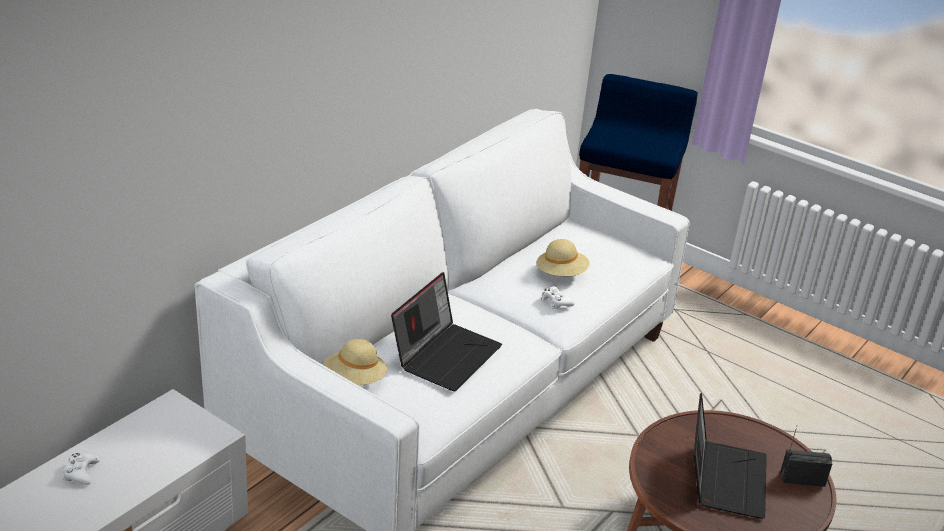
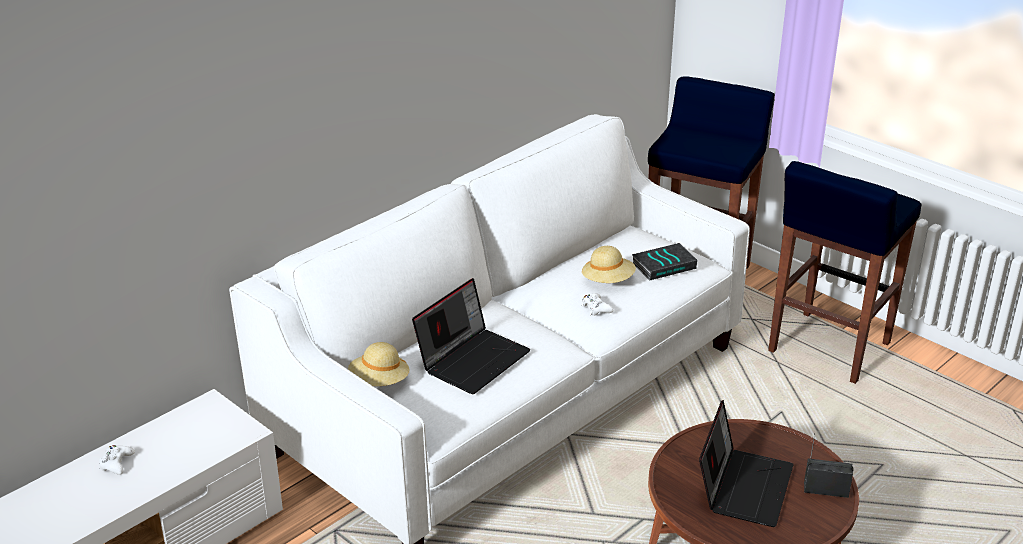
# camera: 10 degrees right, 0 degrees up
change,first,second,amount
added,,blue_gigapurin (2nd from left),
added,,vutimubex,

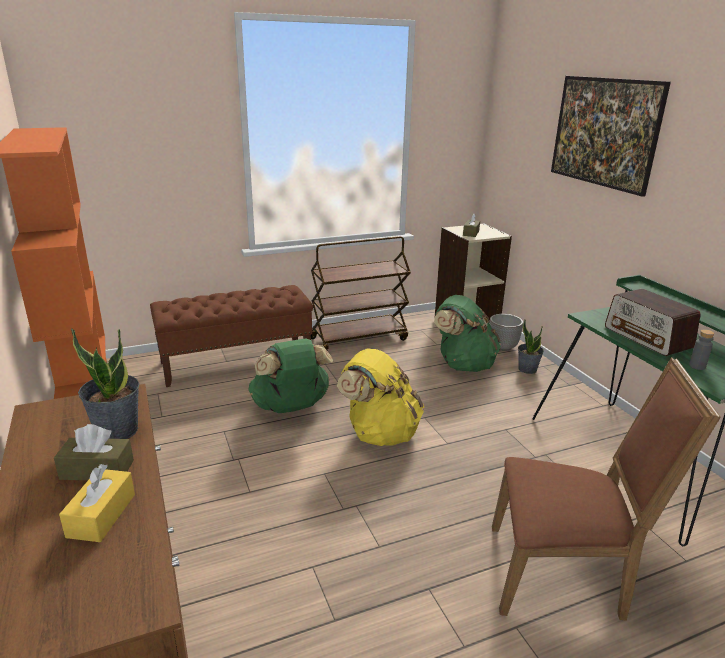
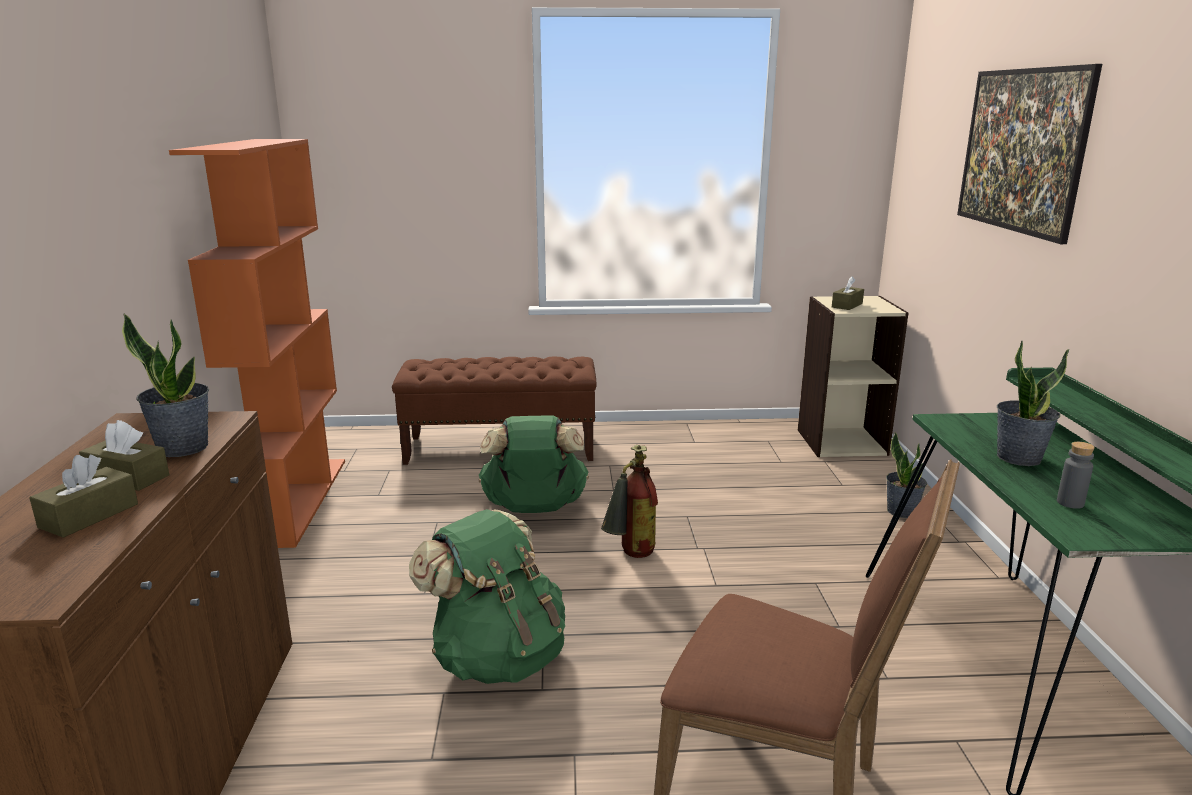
# camera: 20 degrees right, 5 degrees down
change,first,second,amount
removed,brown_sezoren,,
replaced,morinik,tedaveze (3rd from left),
moved,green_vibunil (2nd from left in the first image),green_vibunil (1st from left),
removed,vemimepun,,
replaced,yellow_vibunil,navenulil,
recoloured,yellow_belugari,brown_belugari (1st from left),

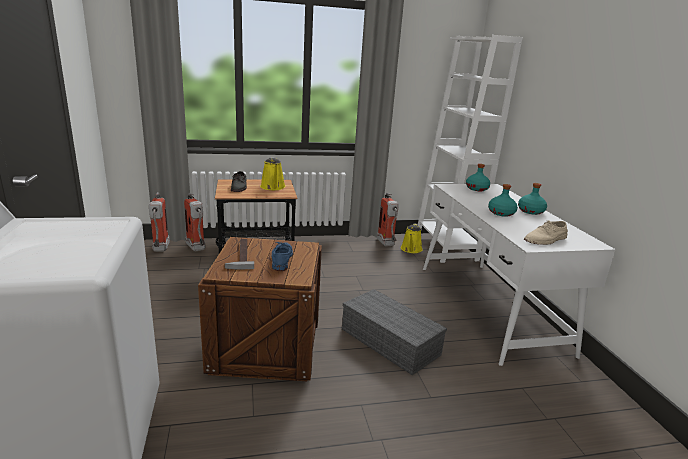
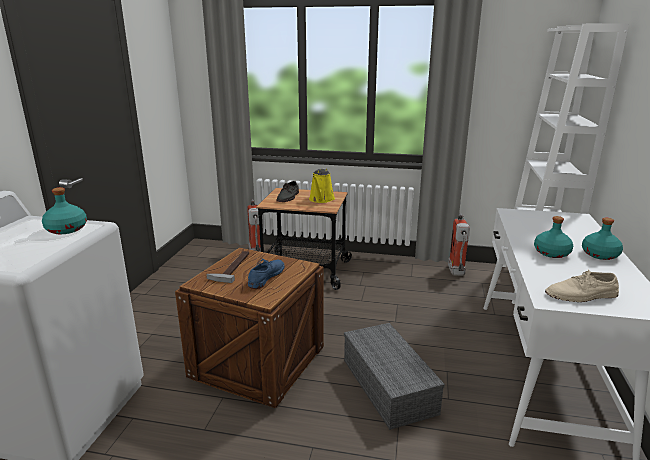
# camera: 25 degrees right, 0 degrees up
change,first,second,amount
moved,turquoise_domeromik (1st from left),,
removed,navenulil (1st from left),,
removed,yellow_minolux (2nd from left),,

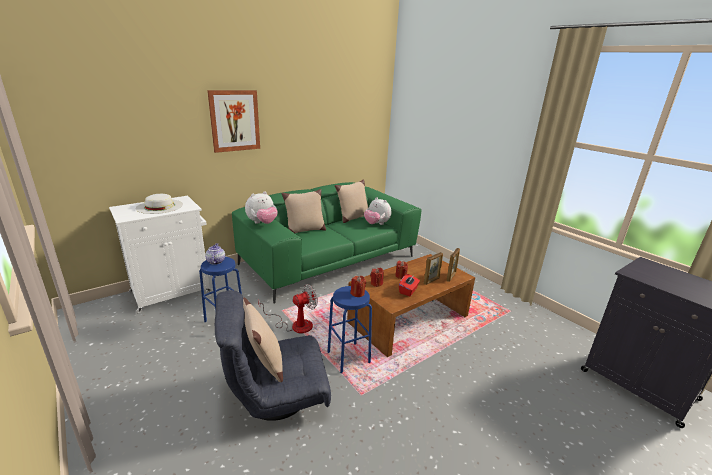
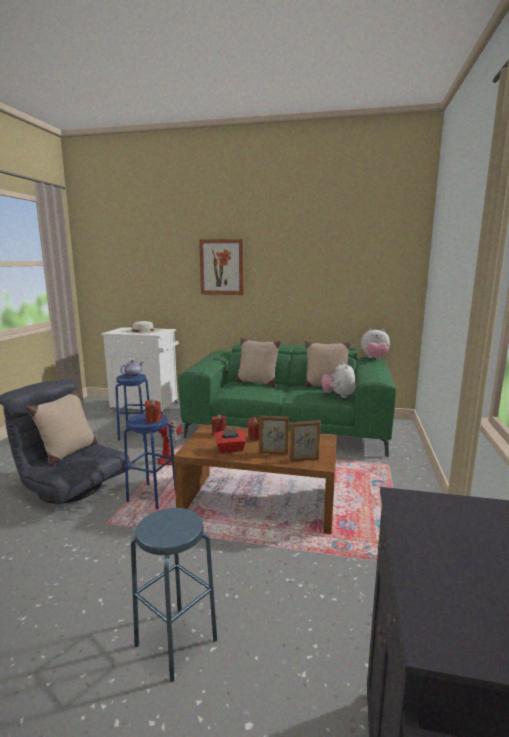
# camera: 50 degrees right, 10 degrees down
change,first,second,amount
moved,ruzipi (1st from left in the first image),ruzipi (2nd from left),
added,,blue_gigapurin (3rd from left),

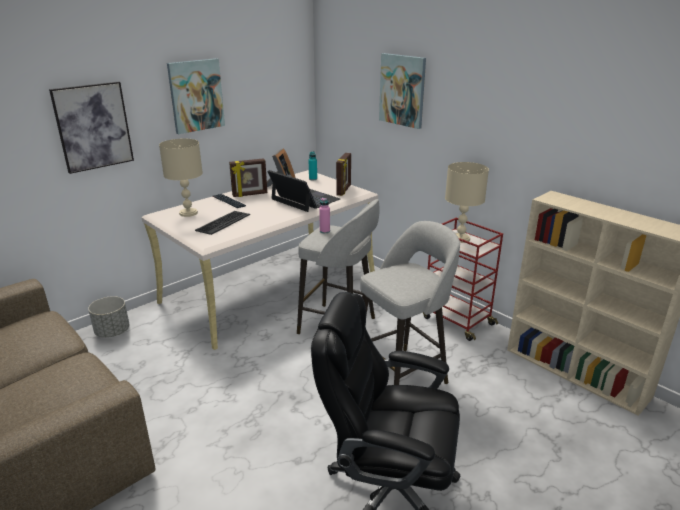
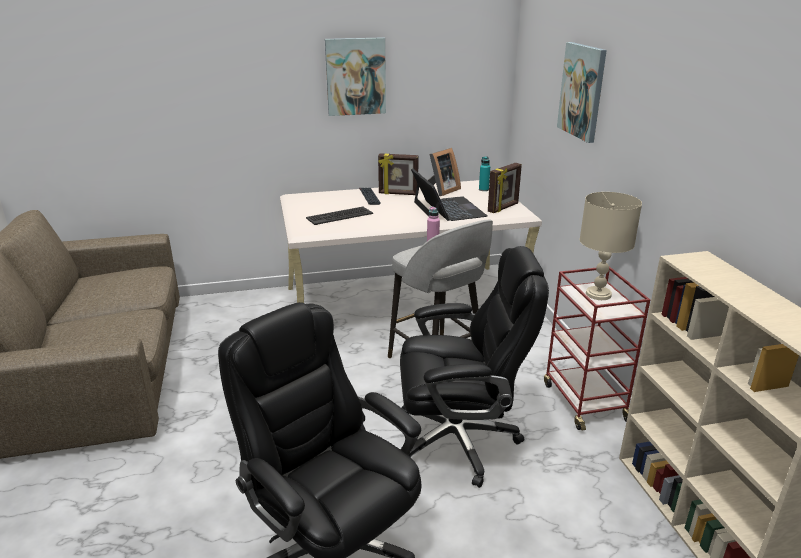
# camera: 30 degrees right, 0 degrees up
change,first,second,amount
removed,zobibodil (1st from left),,
removed,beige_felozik (1st from left),,
replaced,grey_gigapurin (2nd from left),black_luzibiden (2nd from left),
removed,grey_vemimepun,,

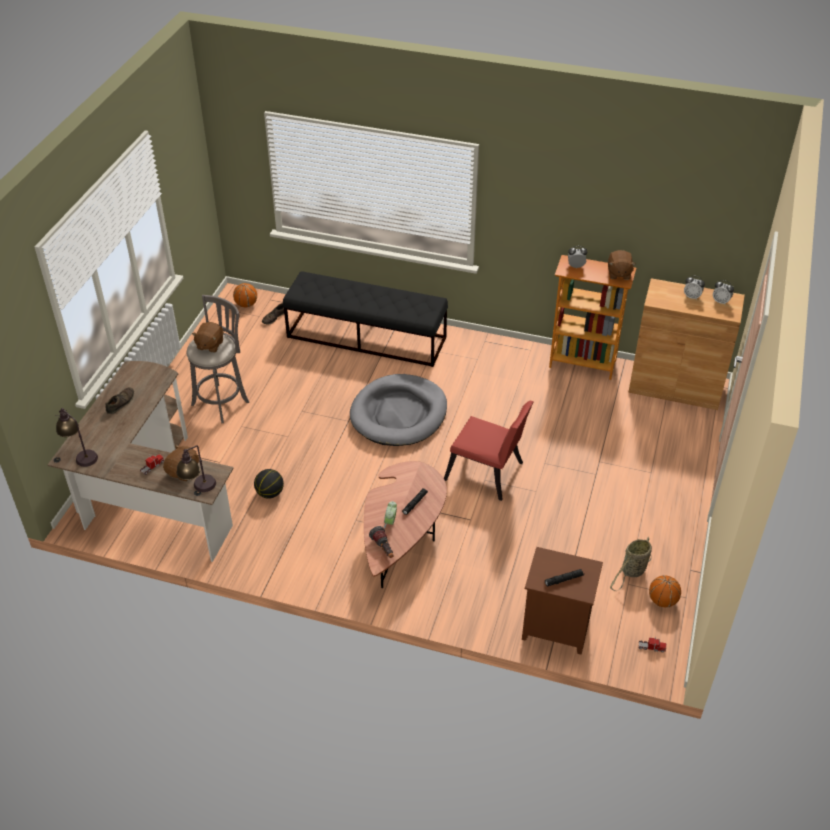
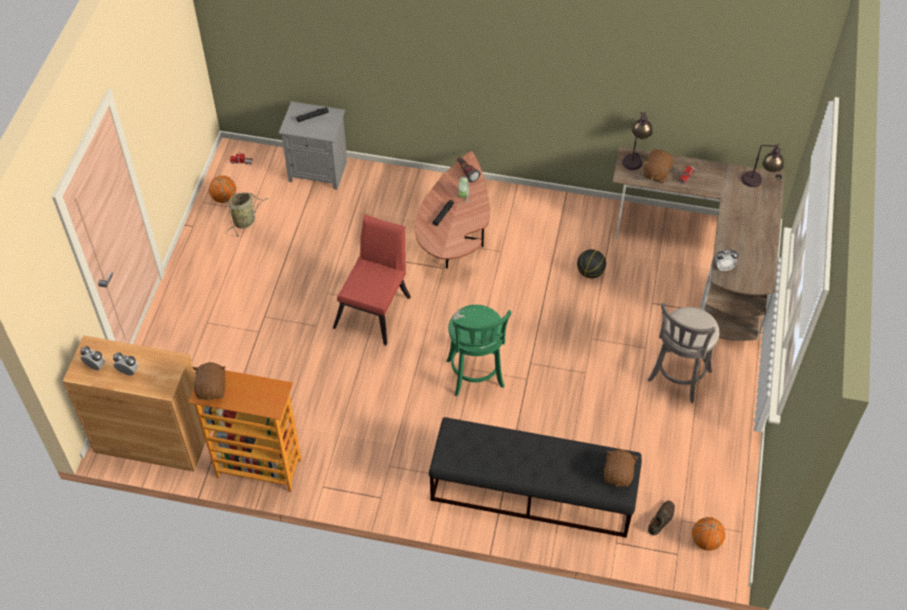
# camera: 175 degrees right, 10 degrees up
change,first,second,amount
moved,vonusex (2nd from left in the first image),vonusex (4th from left),
moved,brown_ruzipi (2nd from left),,
replaced,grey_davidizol,green_gigapurin,
removed,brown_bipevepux (1st from left),,
turned,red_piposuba,,90 degrees clockwise
recoloured,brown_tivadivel,grey_tivadivel,

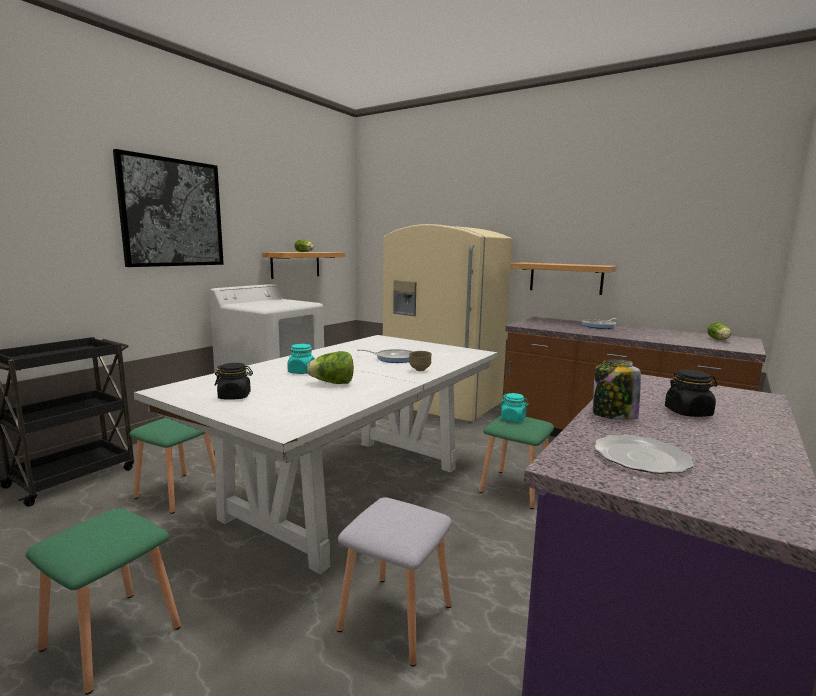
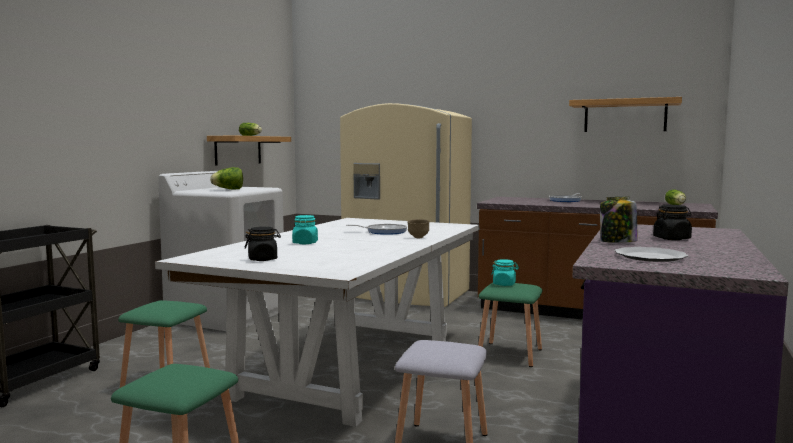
# camera: 10 degrees left, 5 degrees down
change,first,second,amount
removed,zobibodil,,
moved,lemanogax (2nd from left),,
moved,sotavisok (2nd from left in the first image),sotavisok (1st from left),

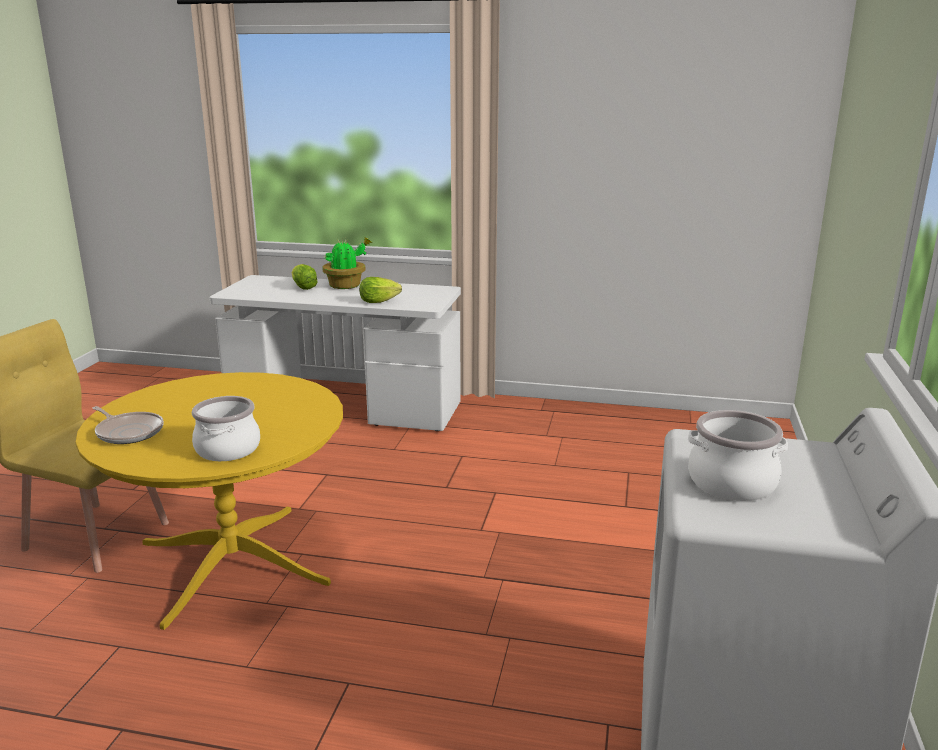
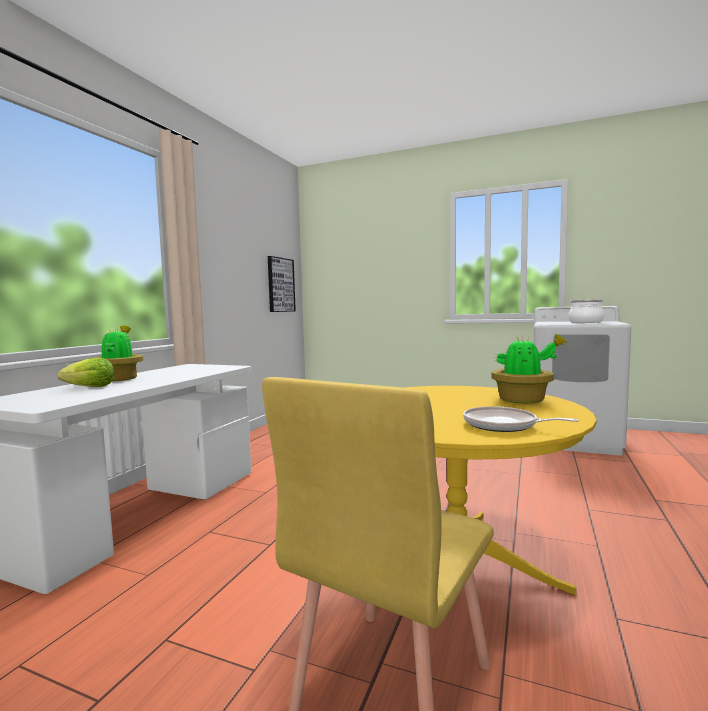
# camera: 80 degrees left, 15 degrees down
change,first,second,amount
removed,sotavisok (2nd from left),,
replaced,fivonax (1st from left),tedaveze (2nd from left),
turned,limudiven,,105 degrees counterclockwise
added,,zobibodil,

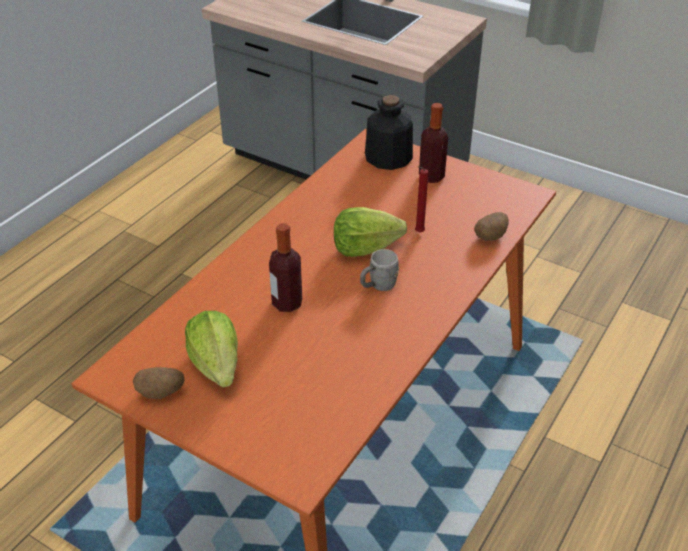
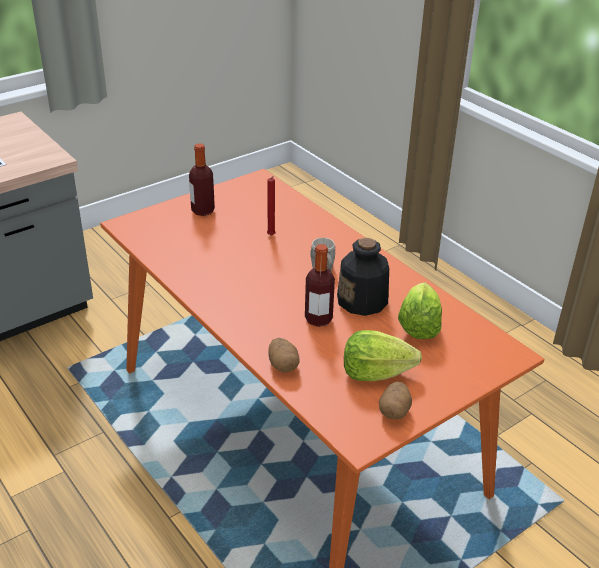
# camera: 70 degrees left, 5 degrees down
change,first,second,amount
moved,domeromik (2nd from left in the first image),domeromik (3rd from left),
moved,sotavisok (2nd from left),,
moved,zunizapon (2nd from left in the first image),zunizapon (1st from left),

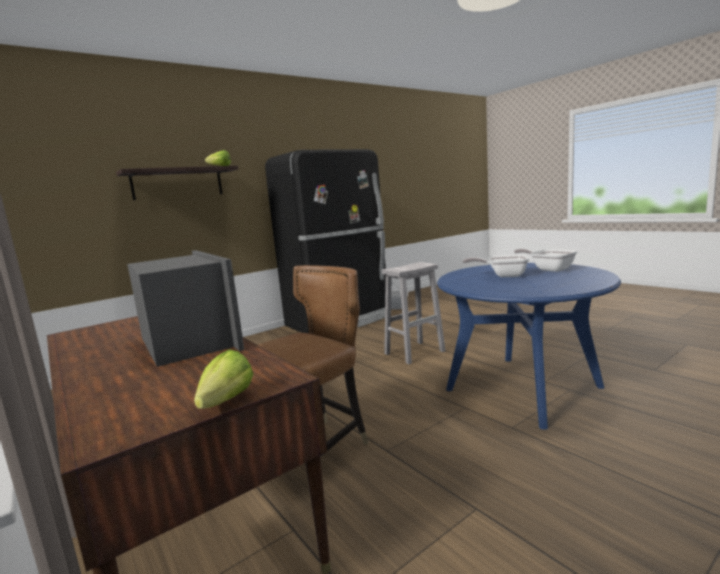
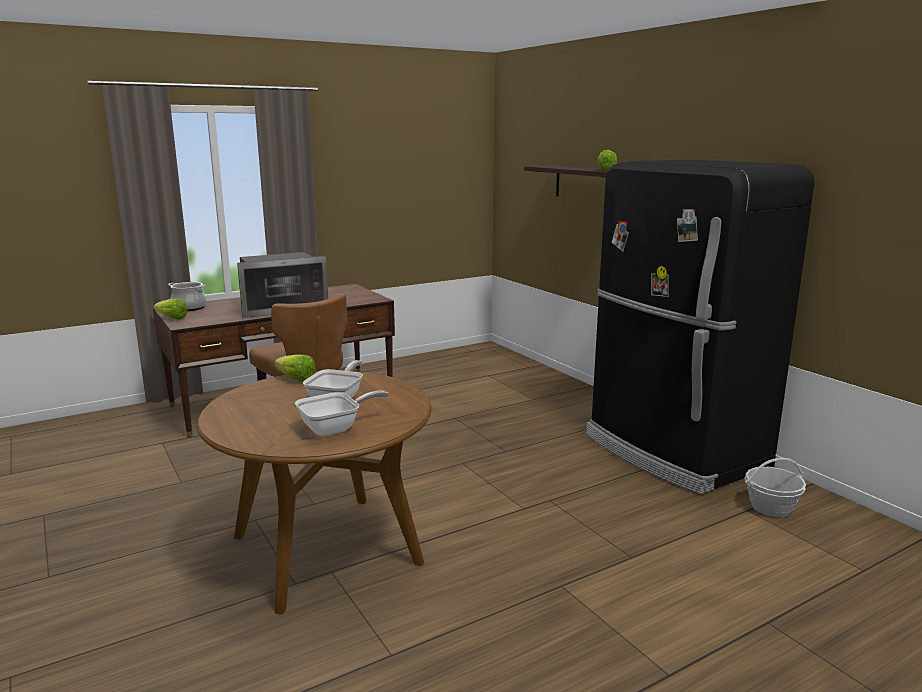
# camera: 95 degrees right, 5 degrees up
change,first,second,amount
removed,white_gigapurin,,
recoloured,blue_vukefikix,brown_vukefikix,
added,,fivonax,
added,,sotavisok (2nd from left),

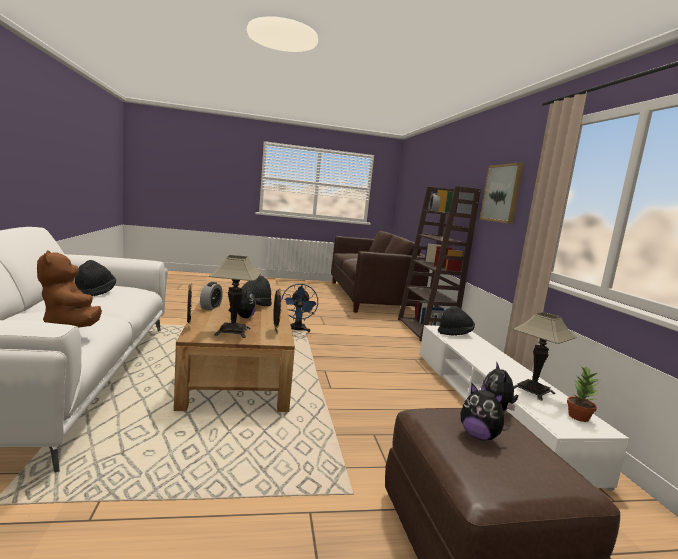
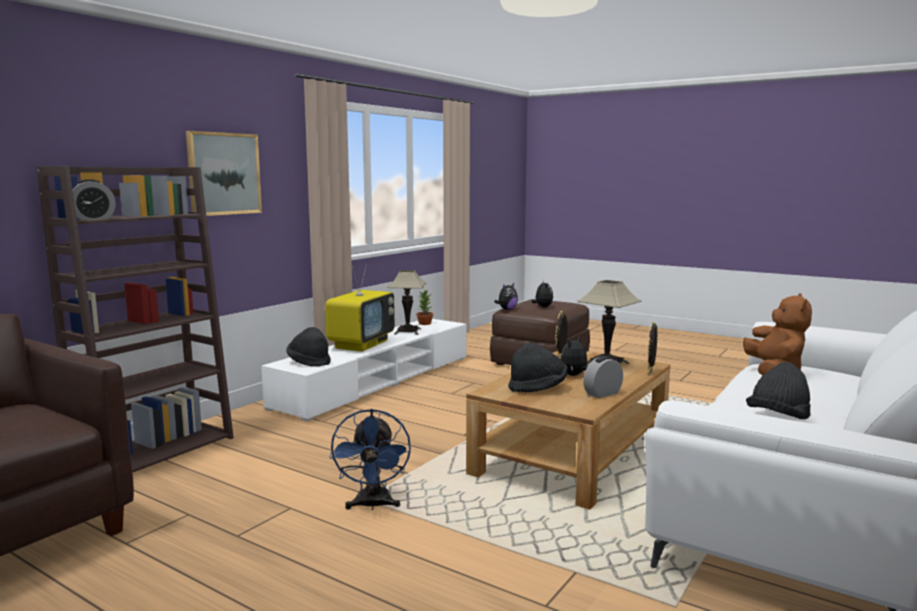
# camera: 135 degrees left, 0 degrees up
change,first,second,amount
turned,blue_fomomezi,,135 degrees clockwise
added,,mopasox,

